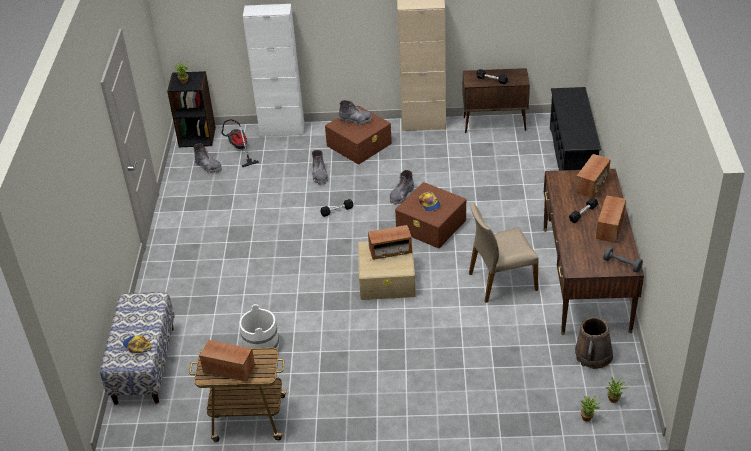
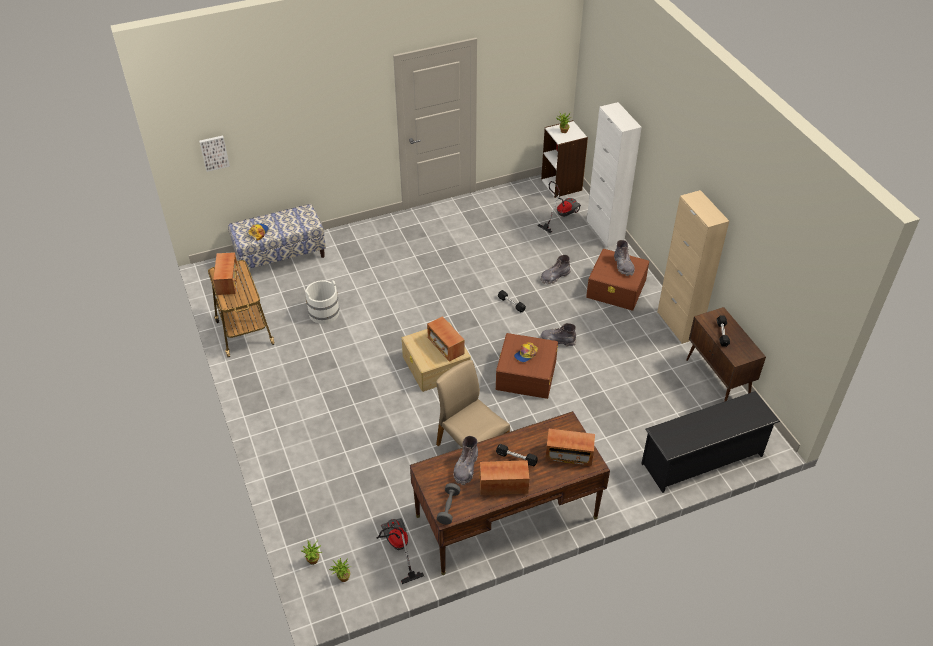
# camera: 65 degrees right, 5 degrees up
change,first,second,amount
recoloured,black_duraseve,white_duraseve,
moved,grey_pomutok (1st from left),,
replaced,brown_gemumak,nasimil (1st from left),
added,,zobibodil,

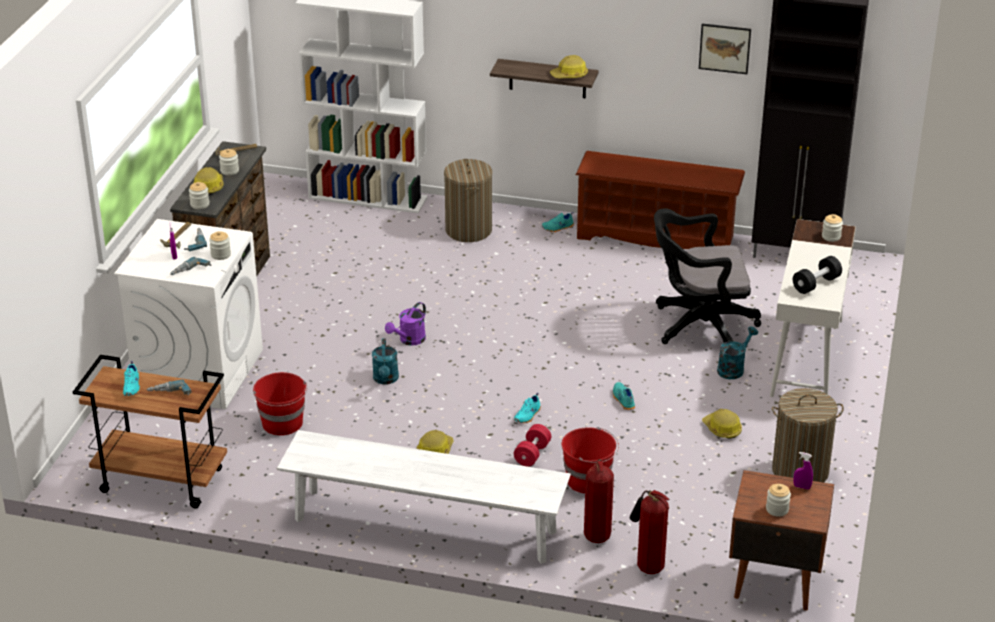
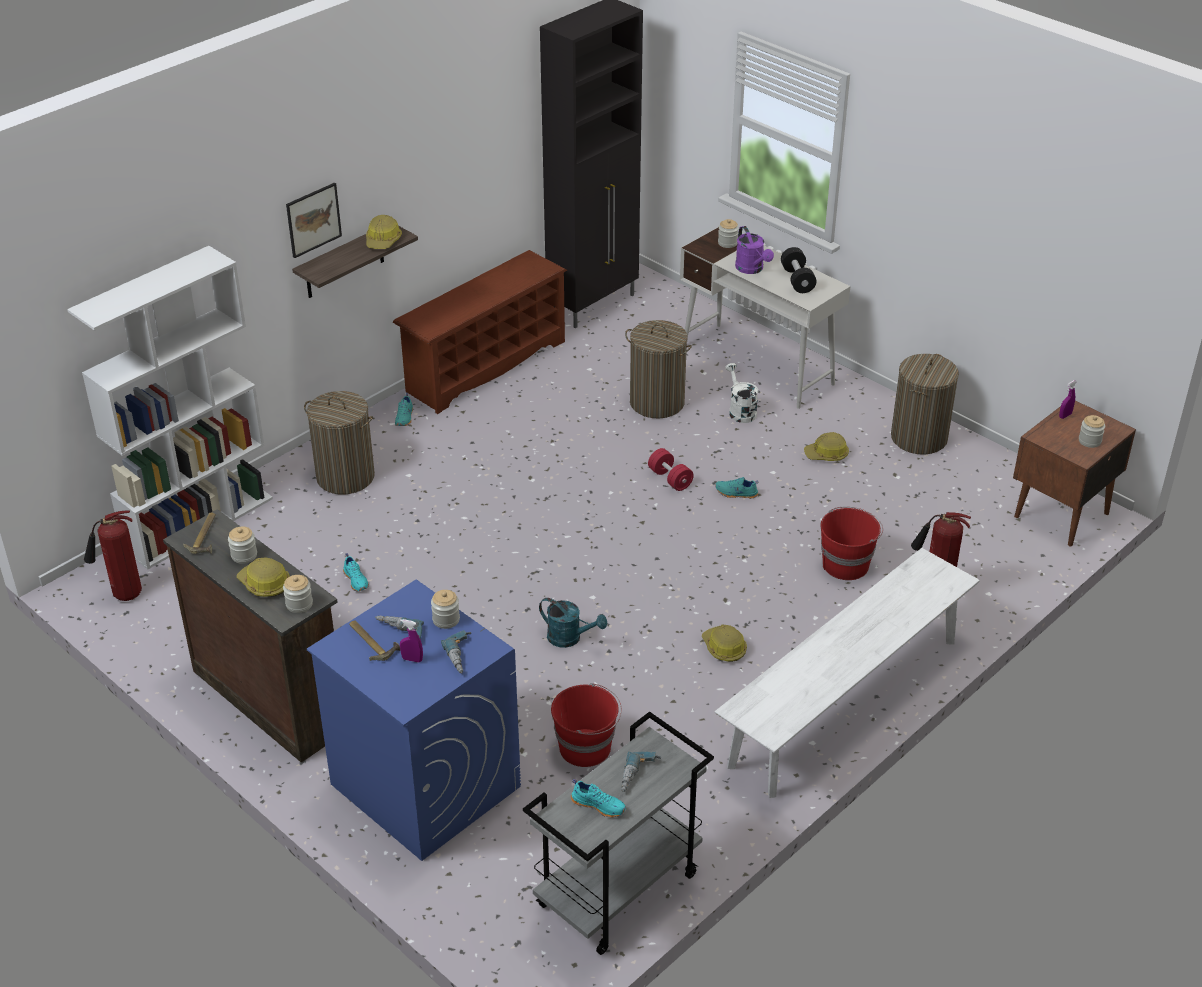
# camera: 60 degrees left, 5 degrees up
change,first,second,amount
moved,zobibodil,,
replaced,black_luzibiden,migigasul (2nd from left),
recoloured,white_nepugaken,blue_nepugaken,
moved,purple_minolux,,
recoloured,turquoise_minolux (2nd from left),white_minolux,
recoloured,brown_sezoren,grey_sezoren,
moved,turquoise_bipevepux (2nd from left in the first image),turquoise_bipevepux (1st from left),
moved,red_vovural,,
moved,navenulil (2nd from left in the first image),navenulil (1st from left),

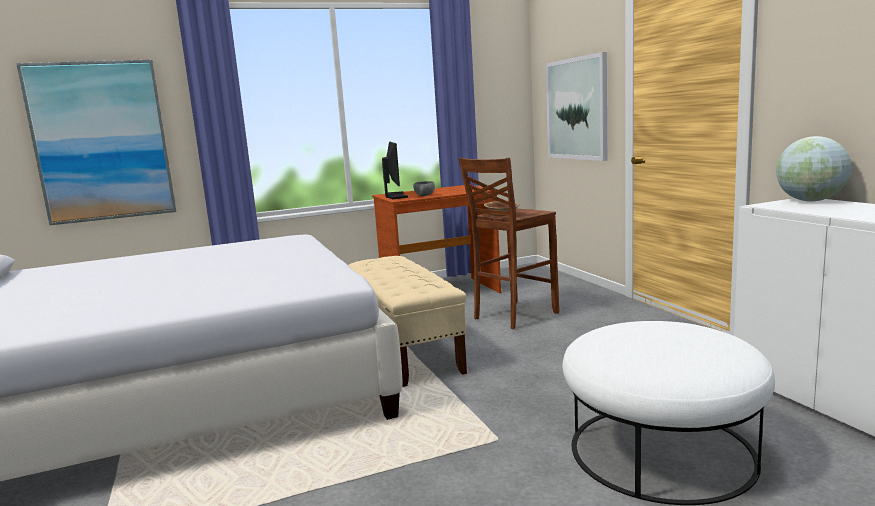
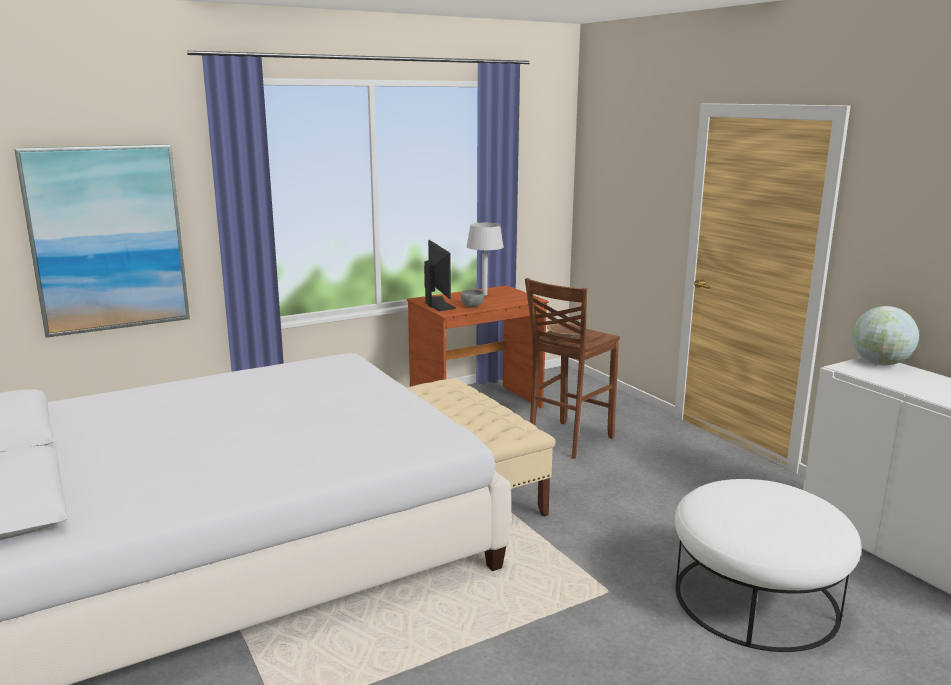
# camera: 10 degrees left, 5 degrees up
change,first,second,amount
removed,zobibodil (2nd from left),,
added,,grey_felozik,

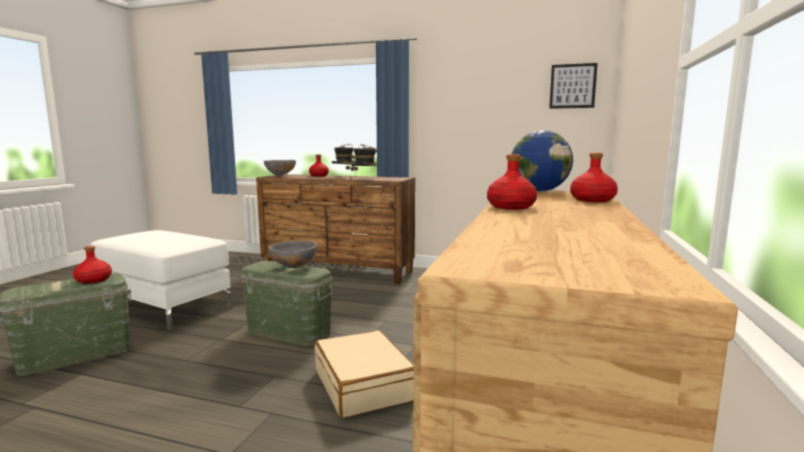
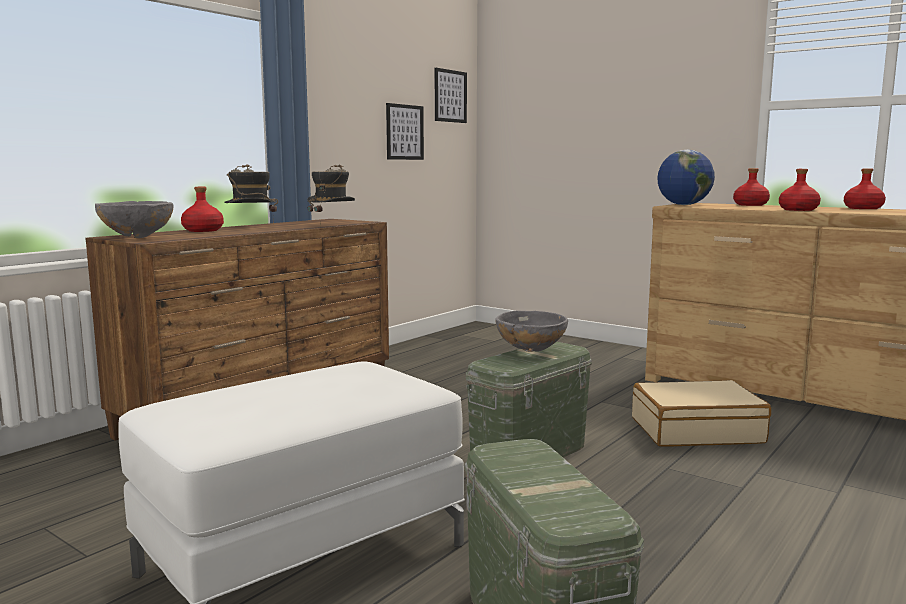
# camera: 70 degrees left, 0 degrees up
change,first,second,amount
moved,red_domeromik (1st from left in the first image),red_domeromik (4th from left),
added,,zobibodil (1st from left),

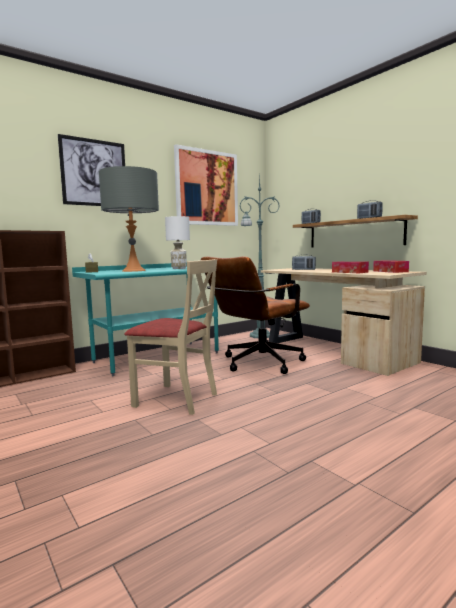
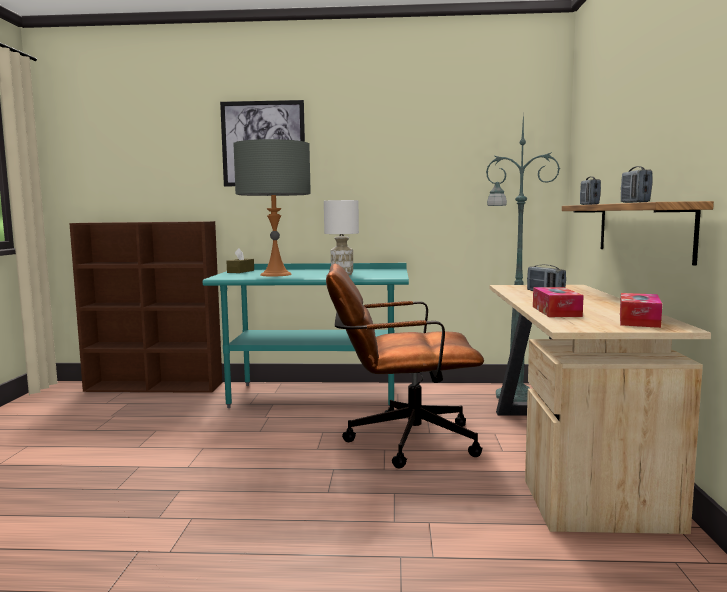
# camera: 40 degrees right, 0 degrees up
change,first,second,amount
removed,zobibodil (2nd from left),,
removed,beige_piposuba,,

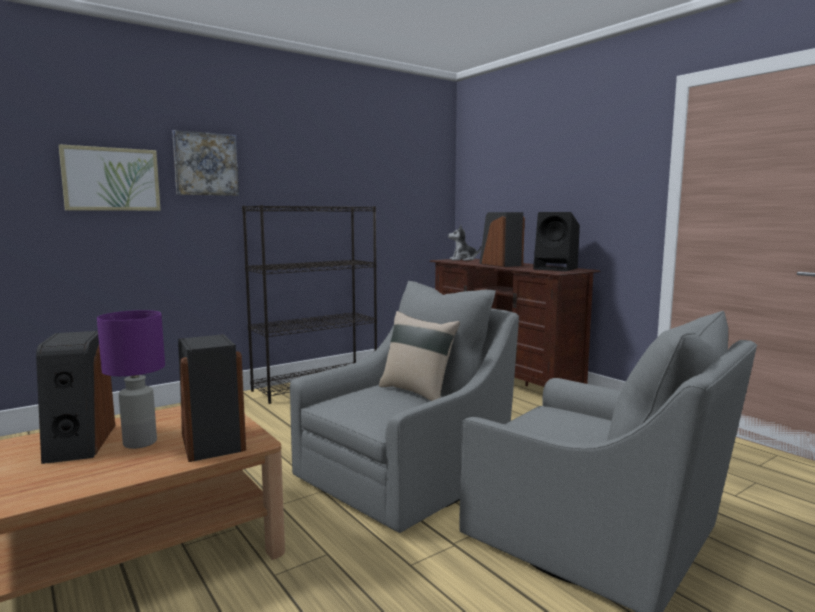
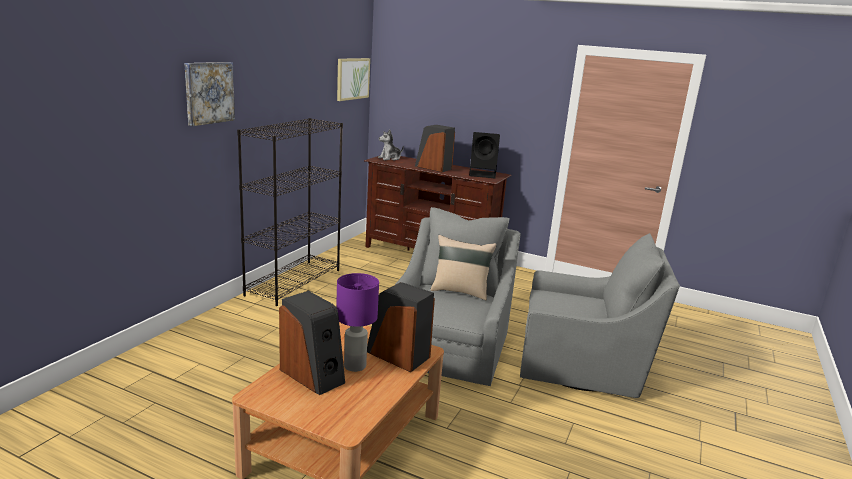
# camera: 30 degrees left, 10 degrees up
change,first,second,amount
moved,zobibodil (1st from left in the first image),zobibodil (2nd from left),

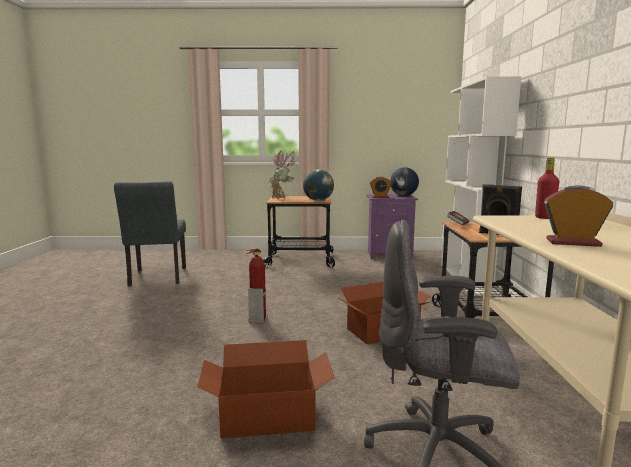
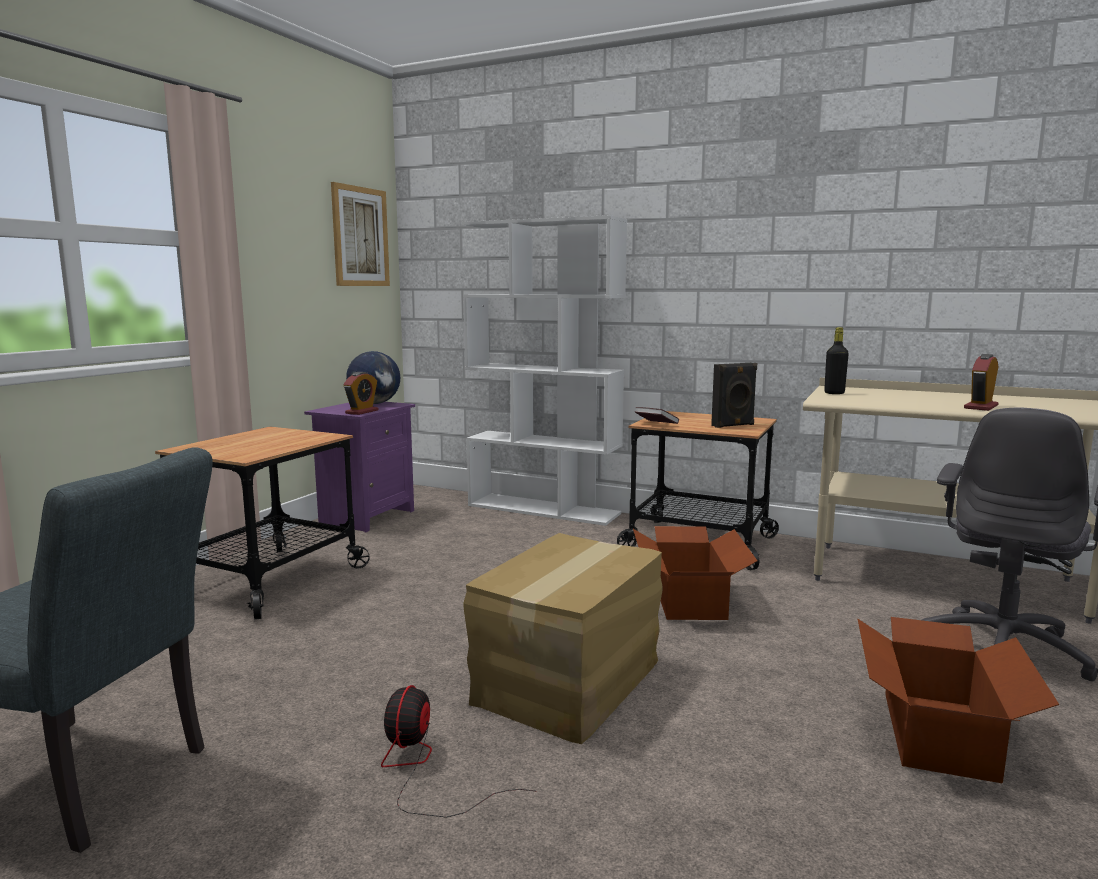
# camera: 65 degrees left, 0 degrees up
change,first,second,amount
removed,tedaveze,,
recoloured,red_domeromik,black_domeromik,
removed,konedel (1st from left),,
replaced,navenulil,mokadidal (1st from left),
added,,zobibodil,
added,,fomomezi,

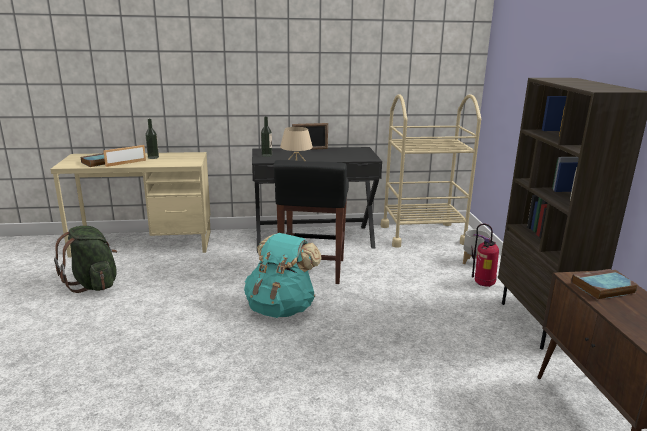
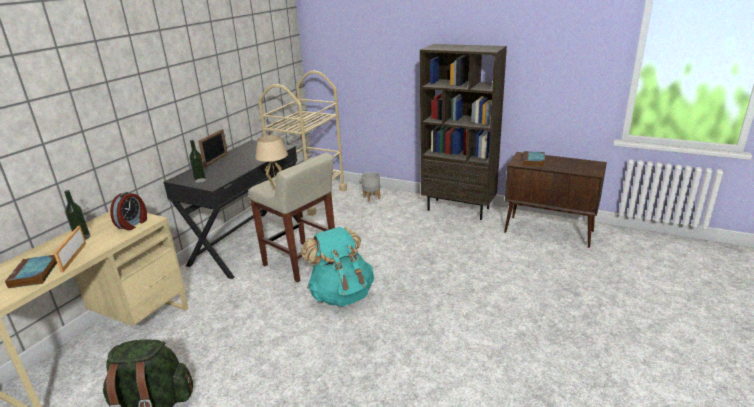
# camera: 55 degrees left, 5 degrees up
change,first,second,amount
recoloured,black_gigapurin,beige_gigapurin,
removed,navenulil,,
added,,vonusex,

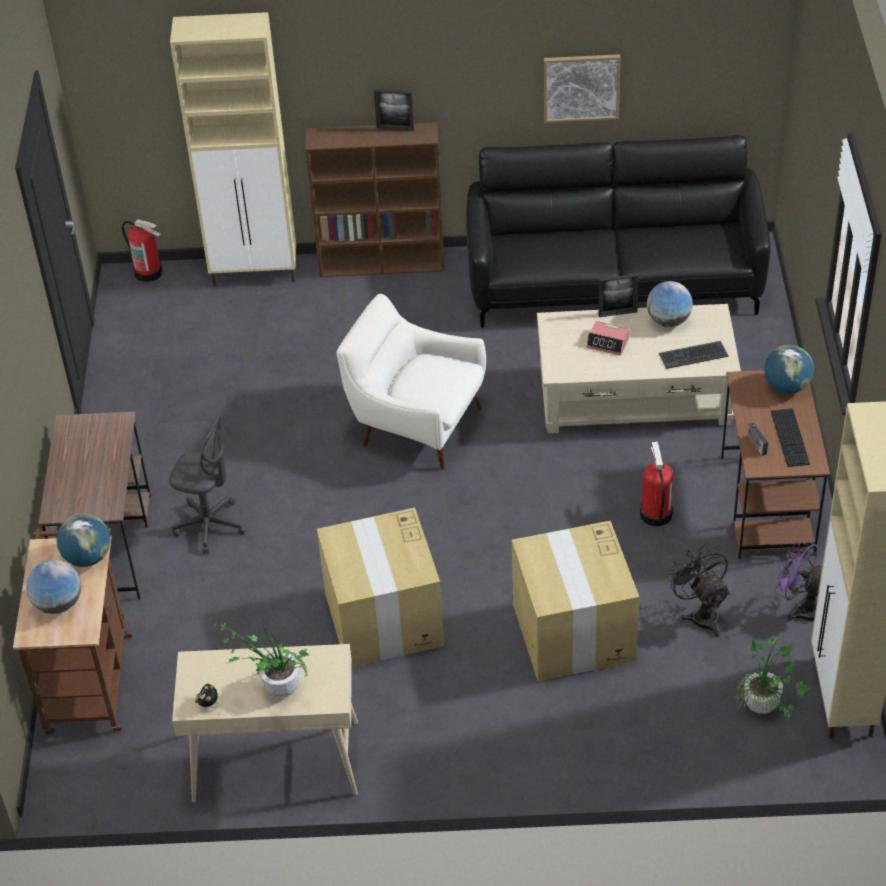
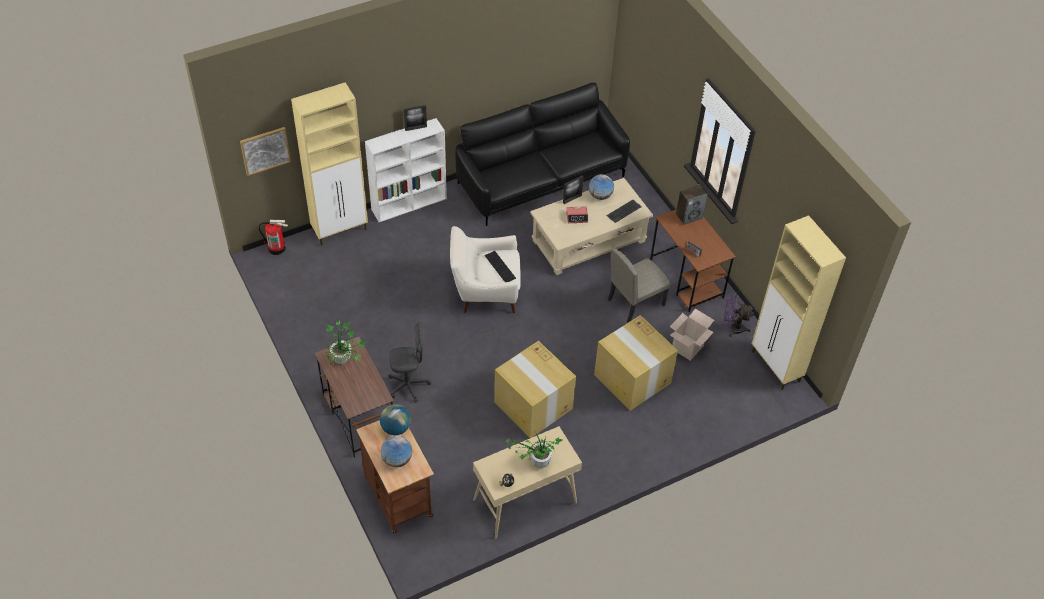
# camera: 30 degrees left, 5 degrees up
change,first,second,amount
moved,zobibodil,,
recoloured,brown_duraseve,white_duraseve,
replaced,konedel (4th from left),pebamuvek,
moved,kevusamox (2nd from left in the first image),kevusamox (1st from left),
replaced,navenulil (2nd from left),beige_piposuba,
replaced,black_fomomezi,mokadidal (3rd from left),
moved,tedaveze (2nd from left in the first image),tedaveze (1st from left),

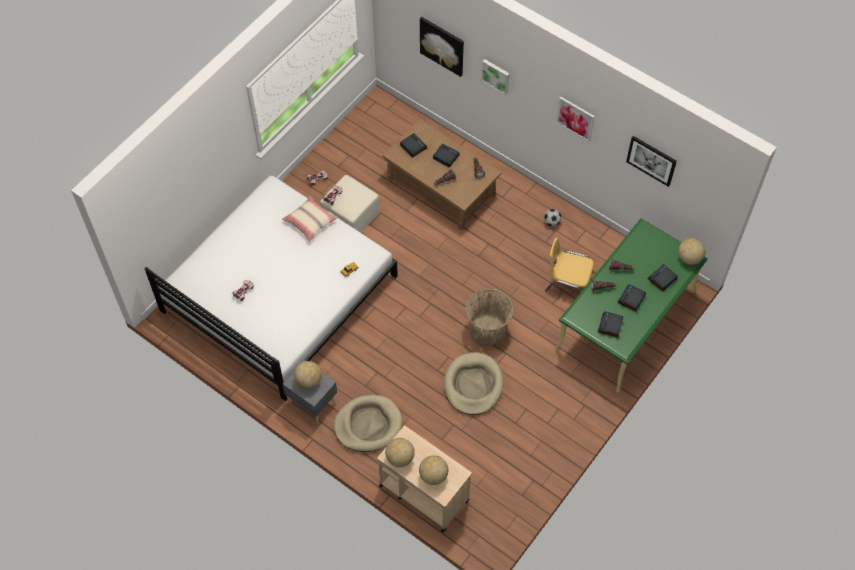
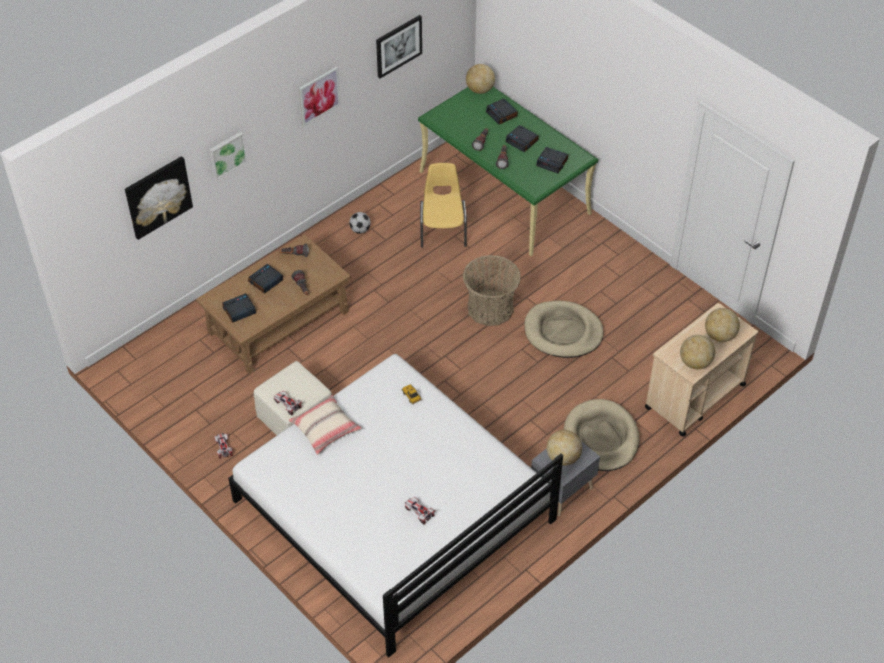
# camera: 80 degrees left, 10 degrees down
change,first,second,amount
turned,yellow_piposuba,,150 degrees clockwise

